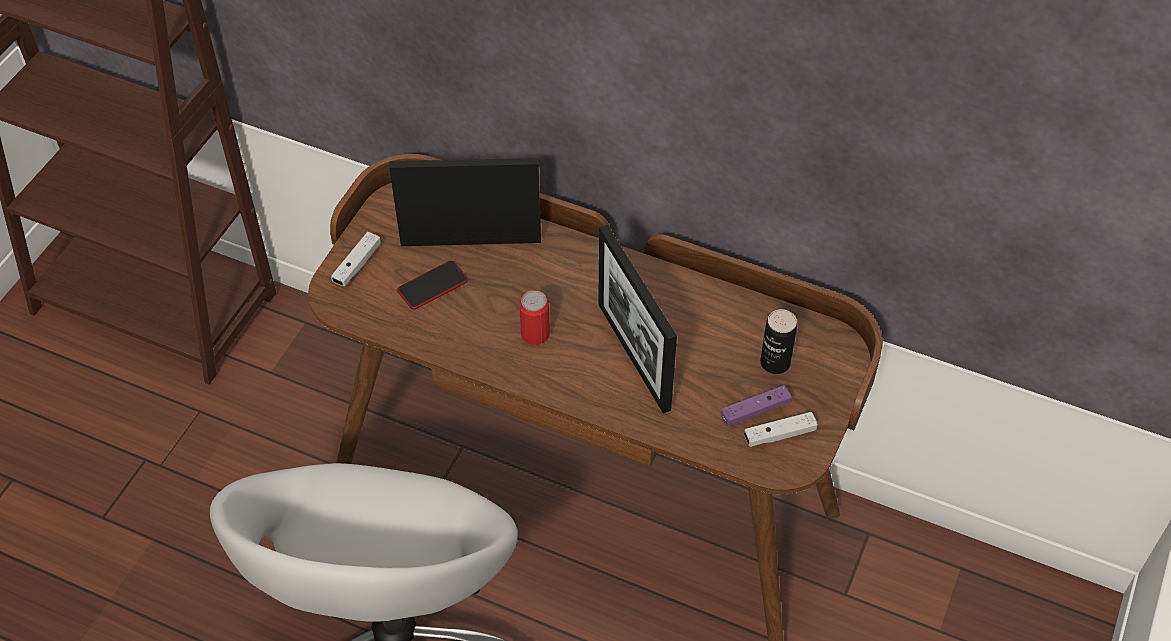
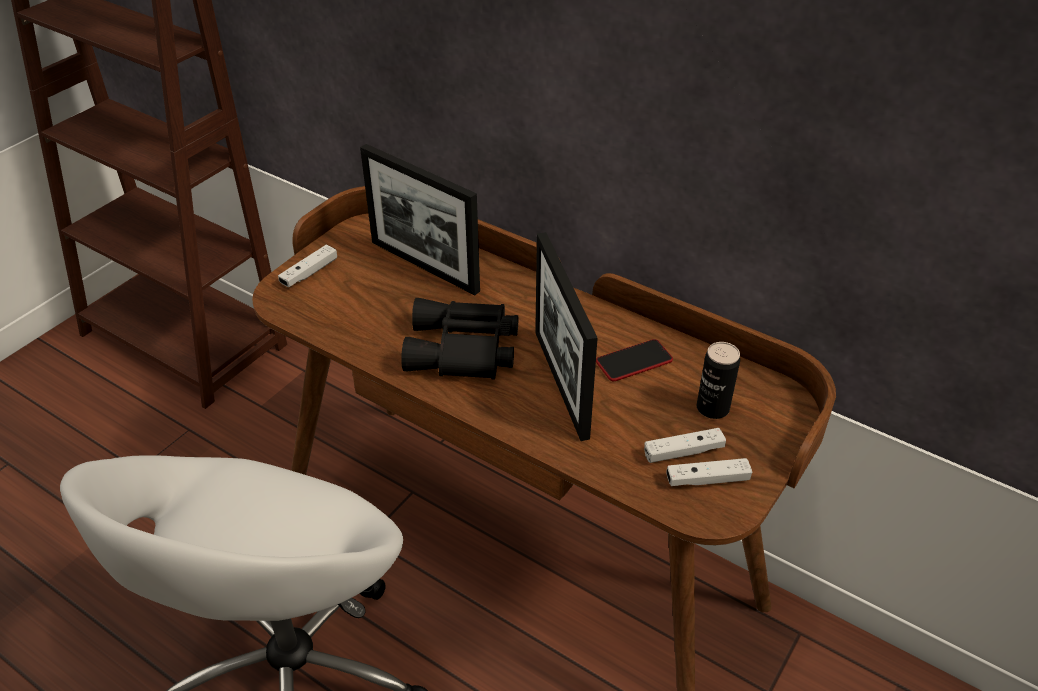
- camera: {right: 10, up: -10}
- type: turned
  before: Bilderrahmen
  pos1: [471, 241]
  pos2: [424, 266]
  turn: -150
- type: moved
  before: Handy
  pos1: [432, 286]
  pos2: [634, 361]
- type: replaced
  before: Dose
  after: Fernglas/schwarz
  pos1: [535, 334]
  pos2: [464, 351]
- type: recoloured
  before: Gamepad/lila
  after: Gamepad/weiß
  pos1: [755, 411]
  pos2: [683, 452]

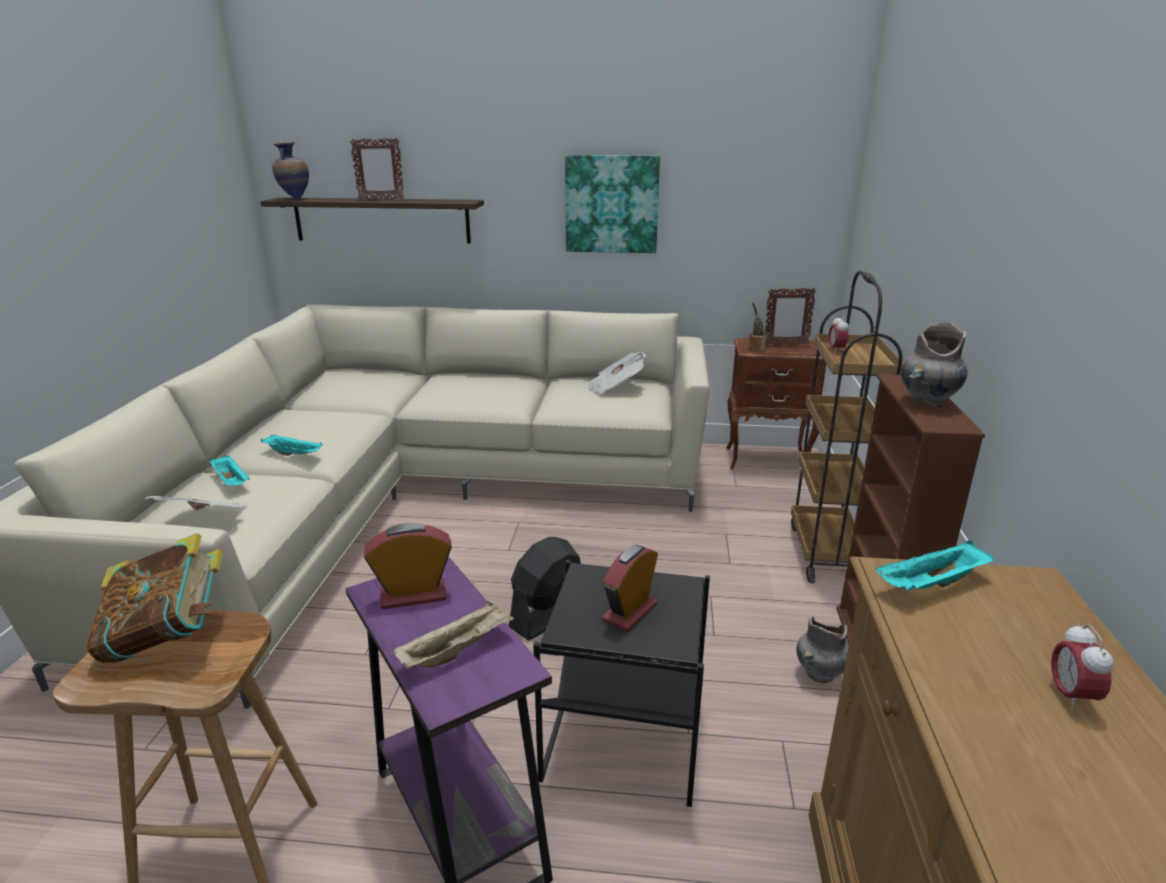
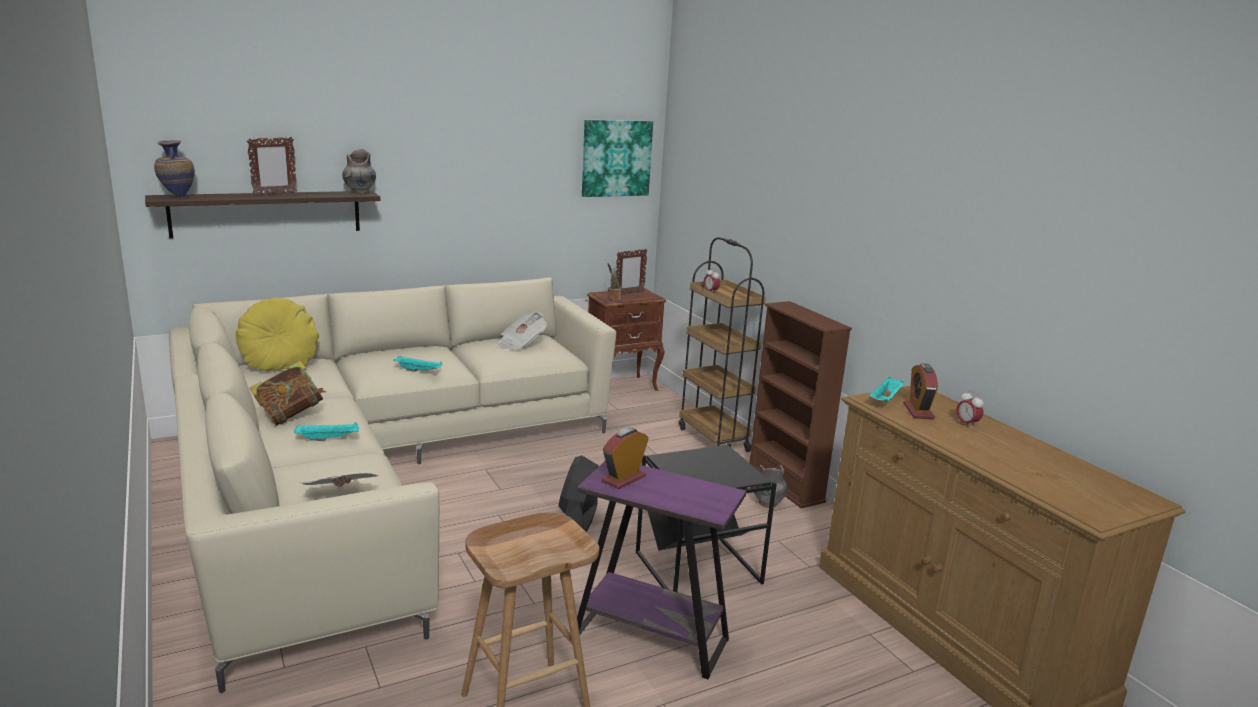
- camera: {right: -35, up: -5}
- type: moved
  before: Buch
  pos1: [168, 637]
  pos2: [290, 416]
- type: moved
  before: Tablett/türkis
  pos1: [231, 482]
  pos2: [419, 371]
- type: removed
  before: Tablett/beige
  pos1: [457, 650]
- type: moved
  before: Bild
  pos1: [611, 204]
  pos2: [616, 158]
- type: moved
  before: Wecker
  pos1: [629, 612]
  pos2: [918, 411]
- type: moved
  before: Vase/grau
  pos1: [927, 402]
  pos2: [359, 193]
- type: added
  after: Kissen/gelb
  pos2: [280, 367]

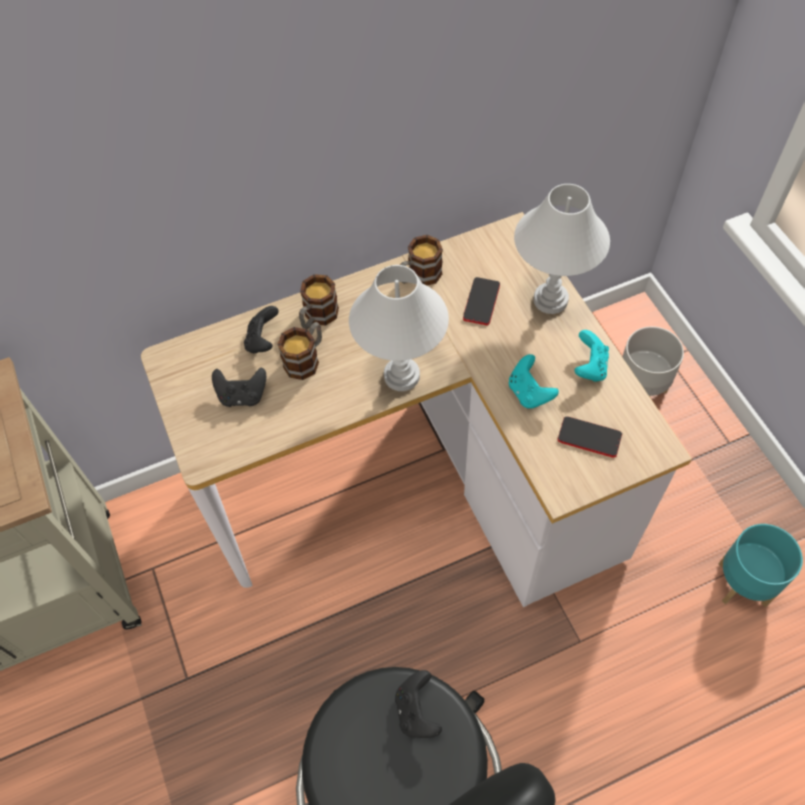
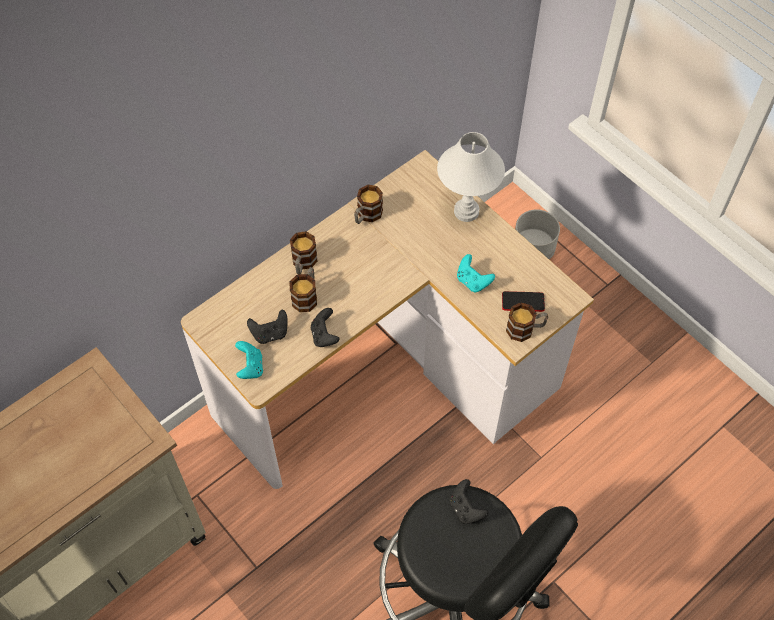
- camera: {right: -20, up: 0}
- type: moved
  before: Gamepad/schwarz
  pos1: [263, 341]
  pos2: [324, 335]
- type: removed
  before: Tischlampe/weiß
  pos1: [402, 376]
- type: removed
  before: Handy
  pos1: [481, 302]
- type: moved
  before: Gamepad/türkis
  pos1: [589, 367]
  pos2: [250, 367]
- type: removed
  before: Pflanzkübel/türkis
  pos1: [744, 584]
- type: added
  after: Henkelbecher
  pos2: [525, 329]

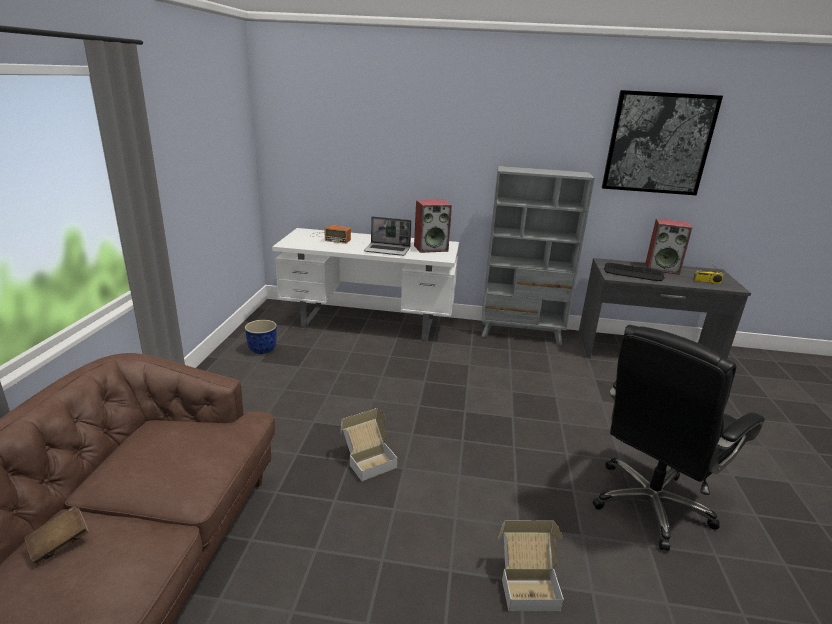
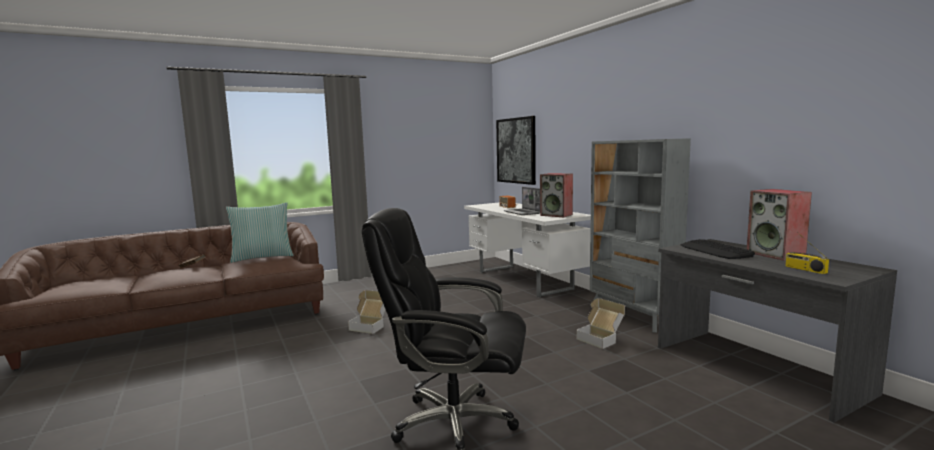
- camera: {right: 55, up: -15}
- type: removed
  before: Pflanzkübel
  pos1: [263, 350]
- type: moved
  before: Karton
  pos1: [527, 583]
  pos2: [601, 339]
- type: moved
  before: Bild
  pos1: [658, 143]
  pos2: [516, 150]
- type: added
  after: Kissen
  pos2: [262, 257]

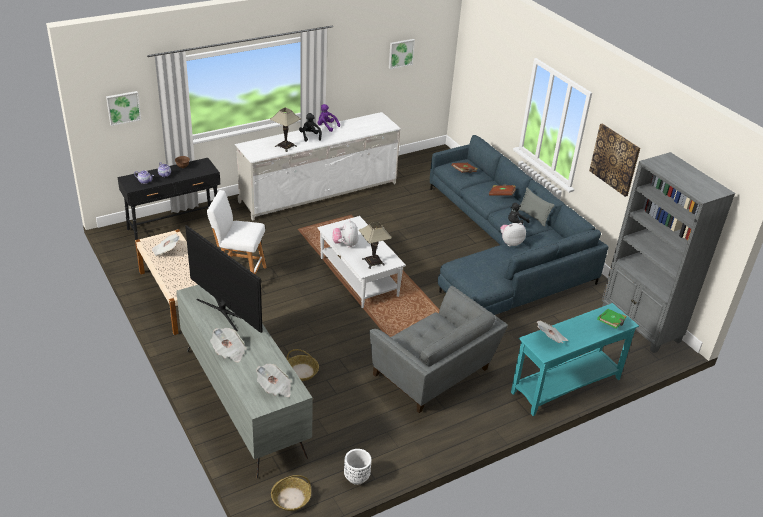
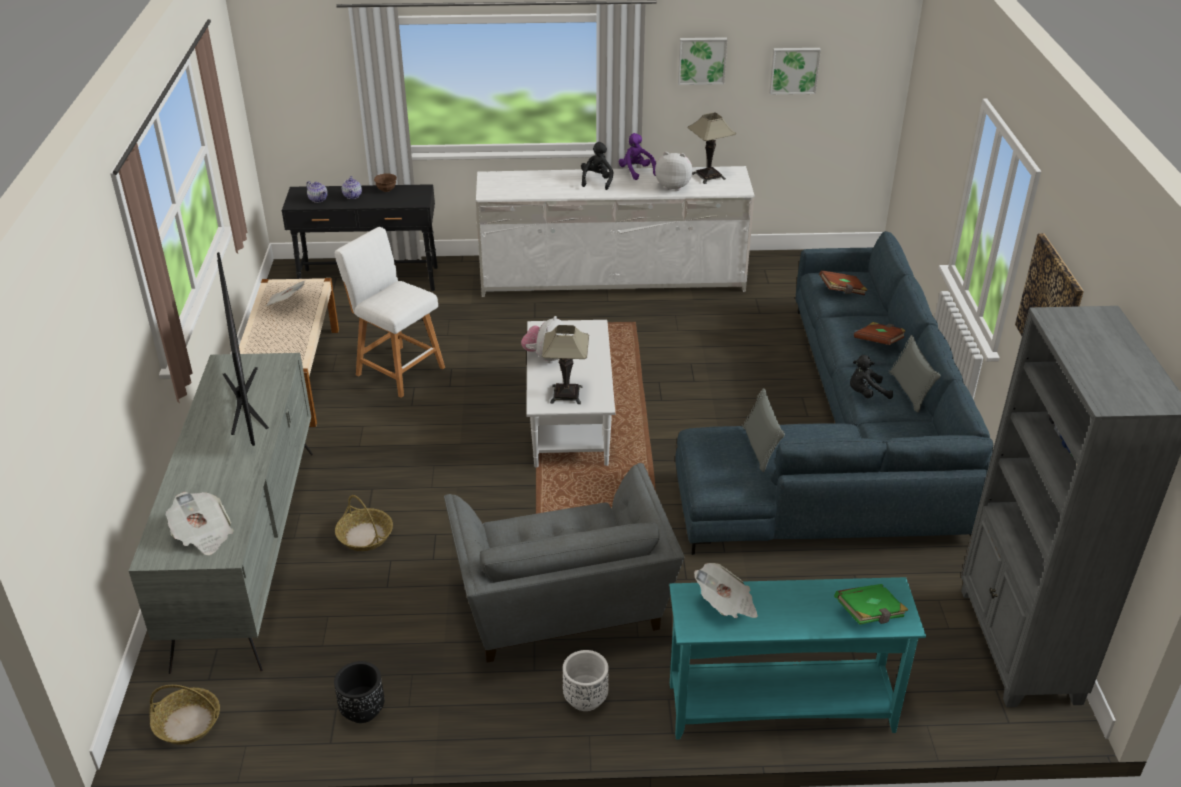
- camera: {right: 30, up: 0}
- type: moved
  before: Bild
  pos1: [123, 107]
  pos2: [702, 60]
- type: removed
  before: Zeitung
  pos1: [229, 352]
- type: moved
  before: Tischlampe
  pos1: [286, 146]
  pos2: [708, 176]
- type: moved
  before: Pflanzkübel/weiß
  pos1: [356, 477]
  pos2: [585, 699]
- type: moved
  before: Plüschtier
  pos1: [510, 242]
  pos2: [673, 186]
- type: added
  after: Pflanzkübel/schwarz
  pos2: [362, 710]
- type: added
  after: Kissen/grau
  pos2: [761, 448]

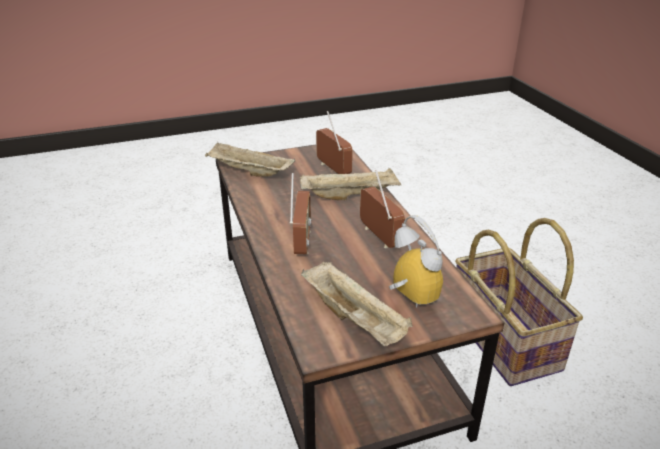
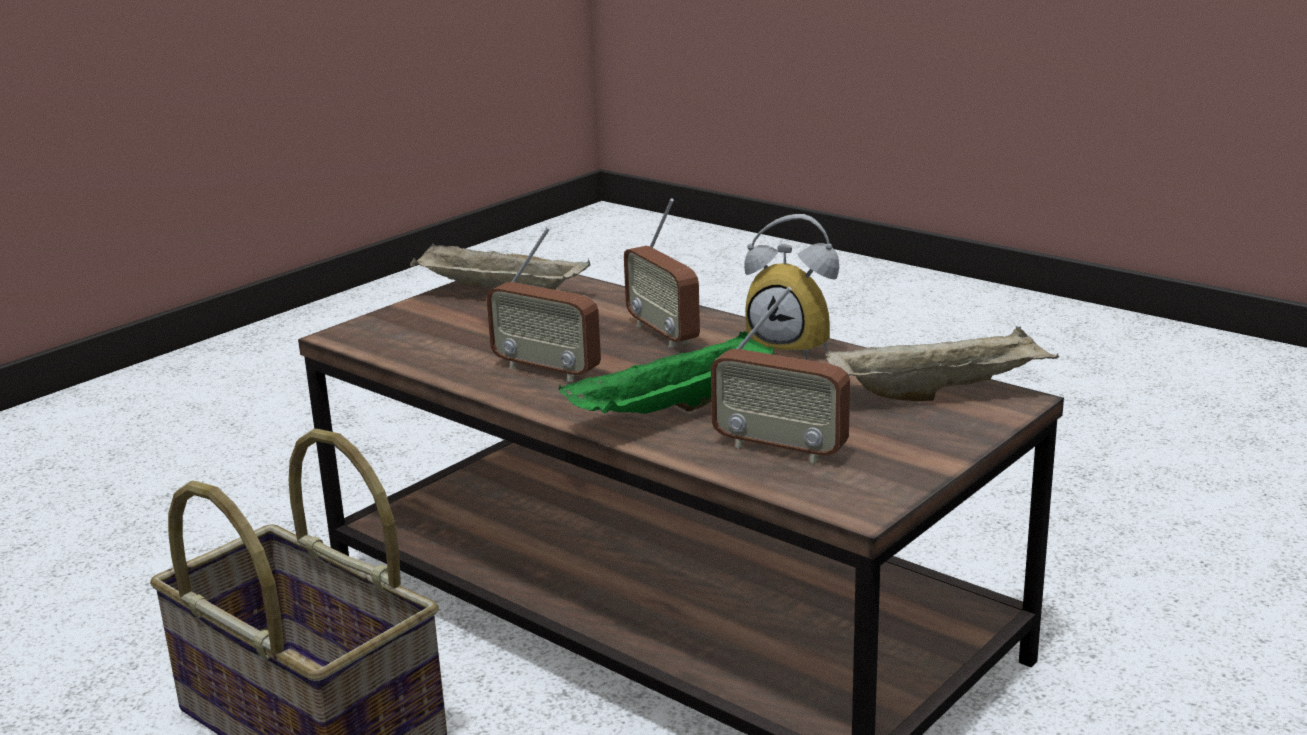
- camera: {right: 150, up: -10}
- type: recoloured
  before: Tablett/beige
  after: Tablett/grün
  pos1: [350, 196]
  pos2: [671, 411]
- type: moved
  before: Wecker
  pos1: [407, 298]
  pos2: [795, 346]

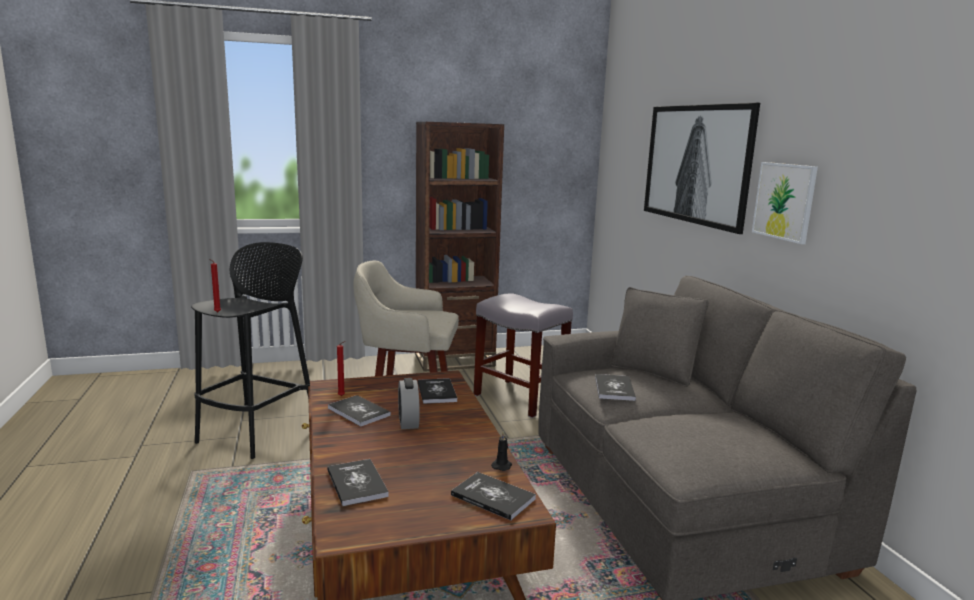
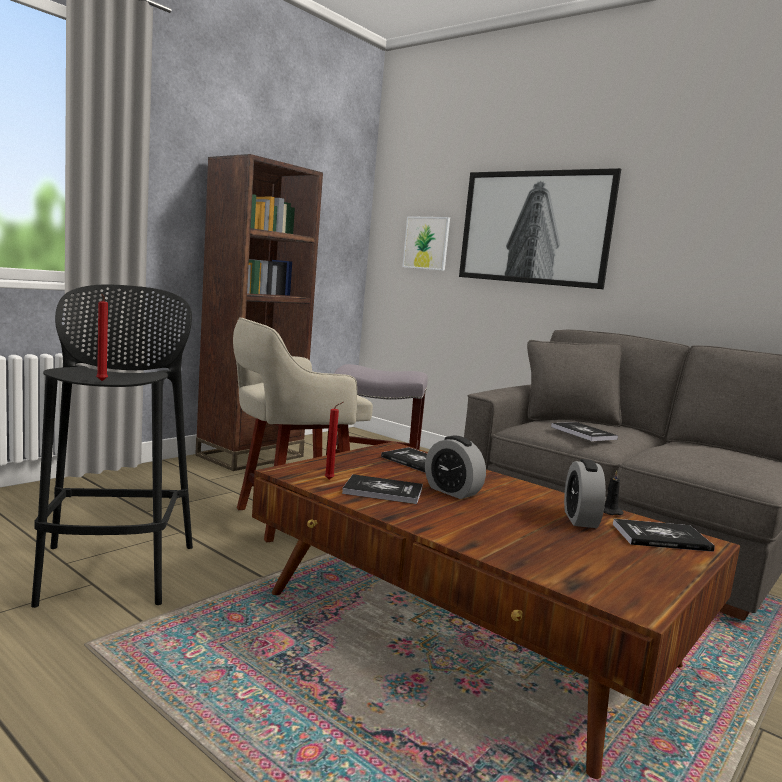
- camera: {right: -35, up: -5}
- type: removed
  before: Buch
  pos1: [357, 483]
- type: moved
  before: Bild
  pos1: [784, 201]
  pos2: [426, 243]
- type: added
  after: Wecker
  pos2: [580, 519]

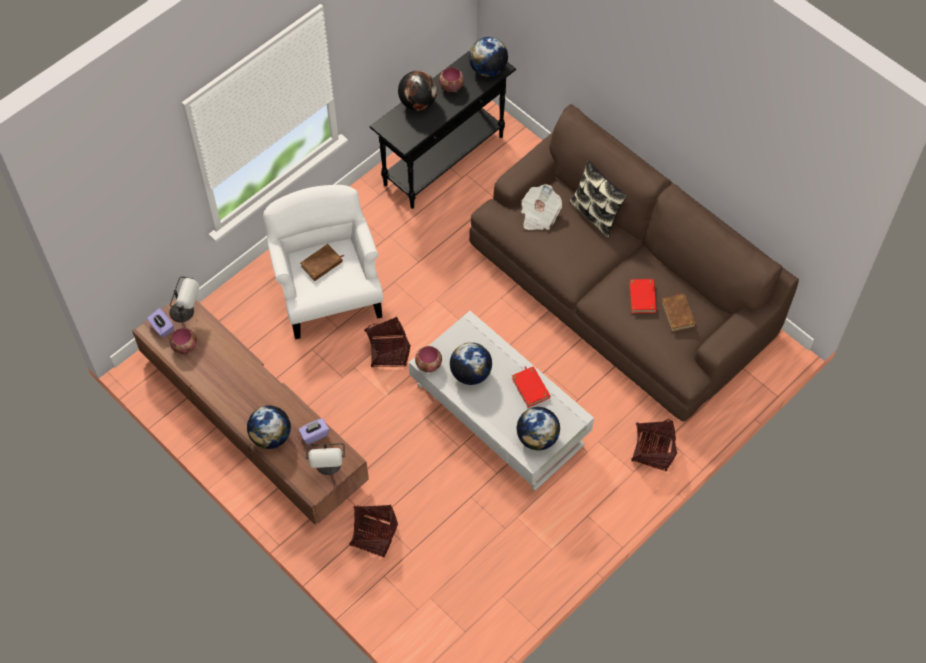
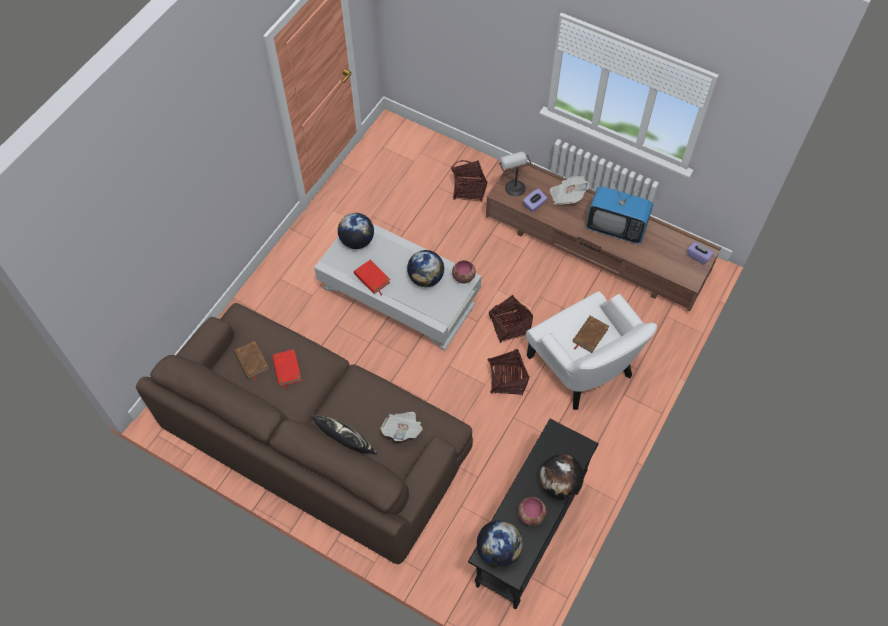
- camera: {right: 165, up: 0}
- type: removed
  before: Tischlampe
  pos1: [187, 312]
- type: removed
  before: Schüssel
  pos1: [185, 346]
- type: replaced
  before: Globus
  after: Zeitung
  pos1: [271, 436]
  pos2: [567, 196]
- type: moved
  before: Korb
  pos1: [653, 451]
  pos2: [506, 380]
- type: added
  after: Fernseher
  pos2: [616, 228]

